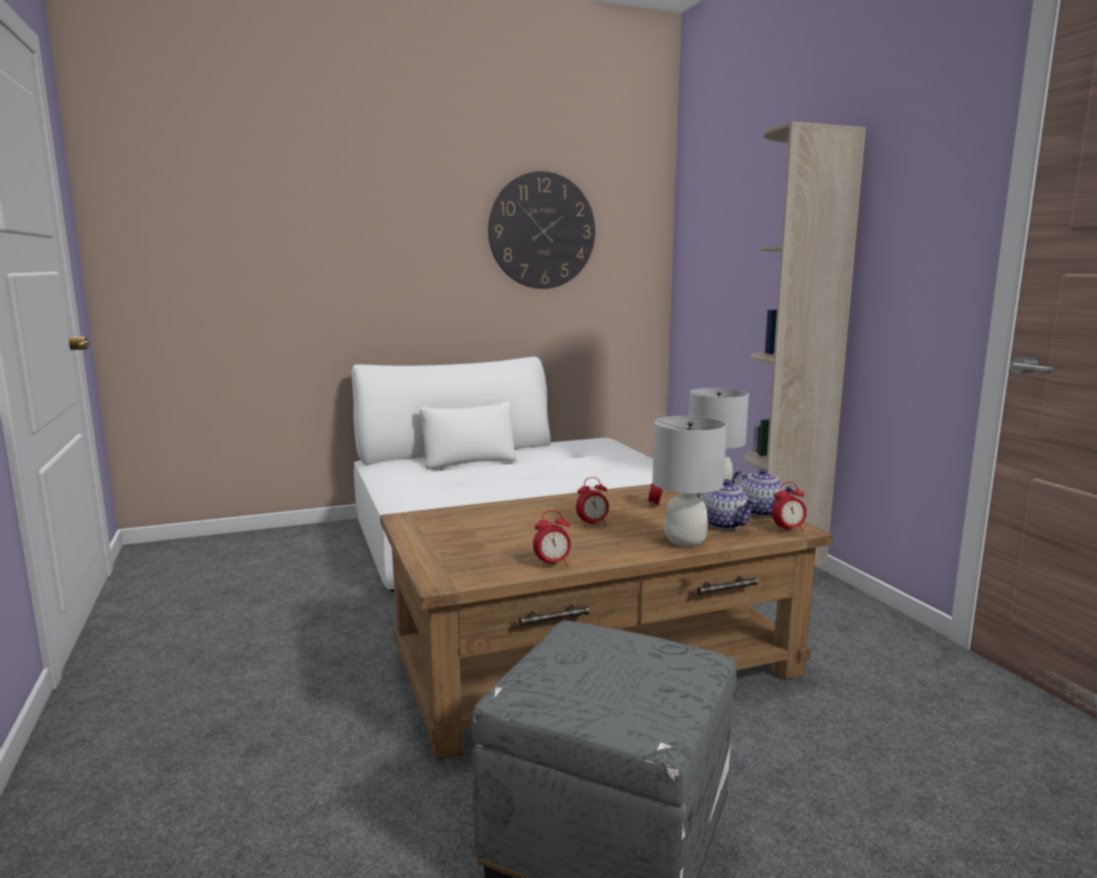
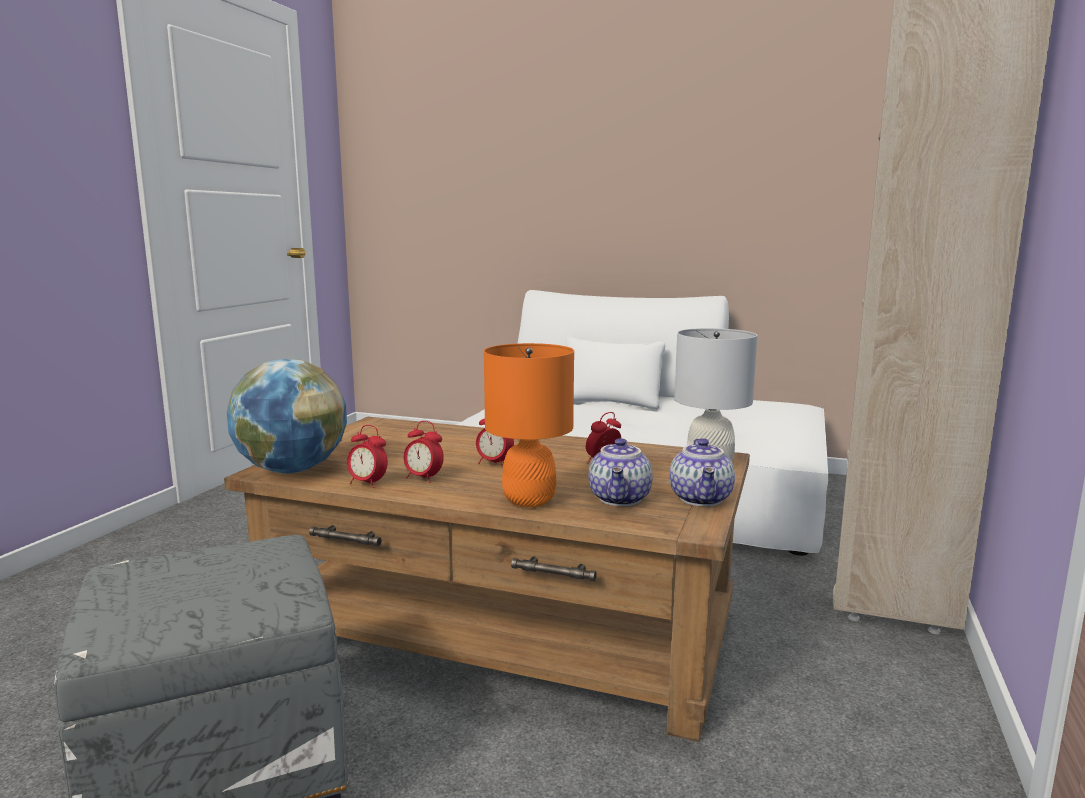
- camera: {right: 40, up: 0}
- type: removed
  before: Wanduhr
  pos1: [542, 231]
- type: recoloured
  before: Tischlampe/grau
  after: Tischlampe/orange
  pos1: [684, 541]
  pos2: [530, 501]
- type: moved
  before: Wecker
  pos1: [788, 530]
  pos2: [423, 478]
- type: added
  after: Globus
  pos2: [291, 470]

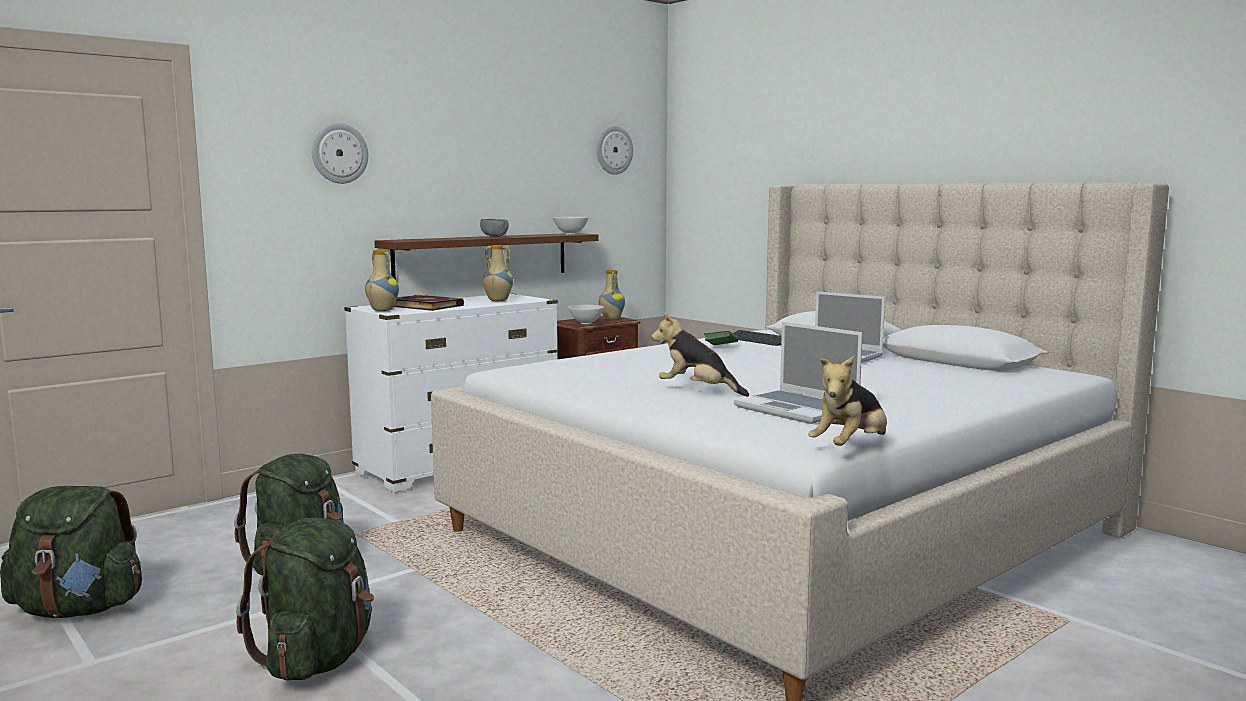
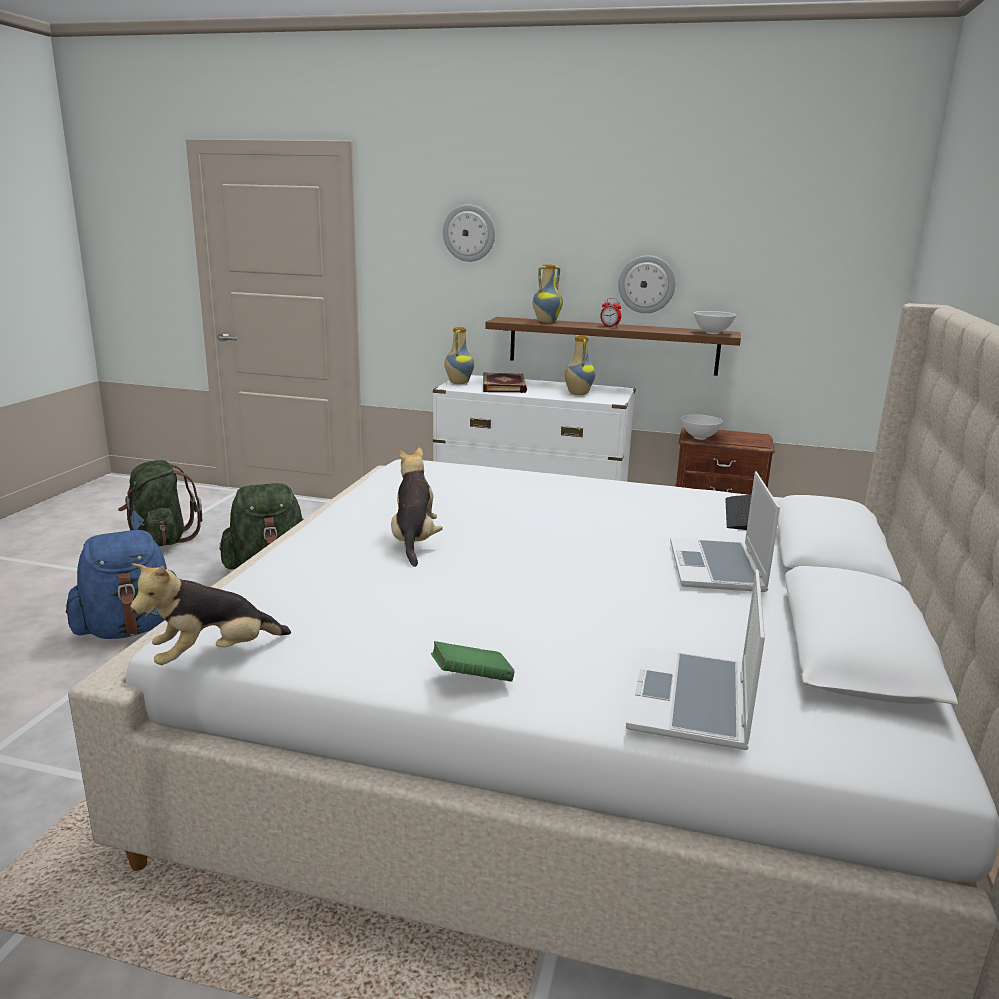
- camera: {right: 55, up: 10}
- type: recoloured
  before: Rucksack/grün
  after: Rucksack/blau
  pos1: [318, 659]
  pos2: [131, 629]
- type: replaced
  before: Schüssel/grau
  after: Wecker
  pos1: [495, 236]
  pos2: [610, 326]
- type: moved
  before: Wanduhr
  pos1: [613, 150]
  pos2: [646, 284]
- type: moved
  before: Vase
  pos1: [611, 319]
  pos2: [546, 321]
- type: moved
  before: Buch/grün
  pos1: [720, 348]
  pos2: [471, 679]
- type: moved
  before: Laptop
  pos1: [798, 409]
  pos2: [692, 702]
- type: turned
  before: Plüschtier
  pos1: [850, 447]
  pos2: [213, 656]
  turn: -45

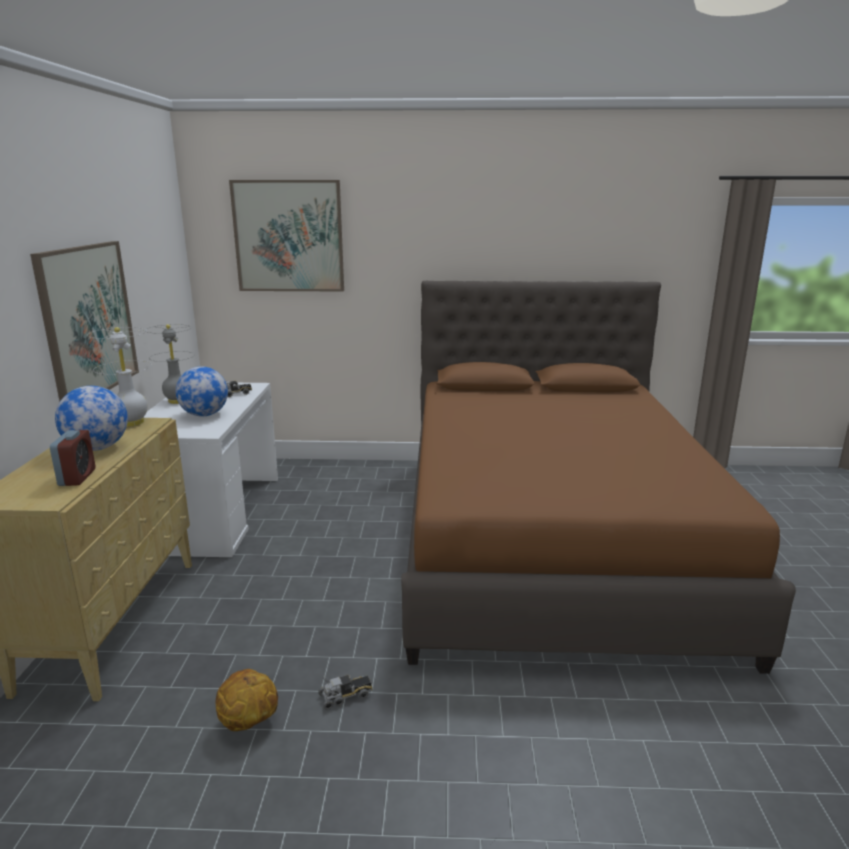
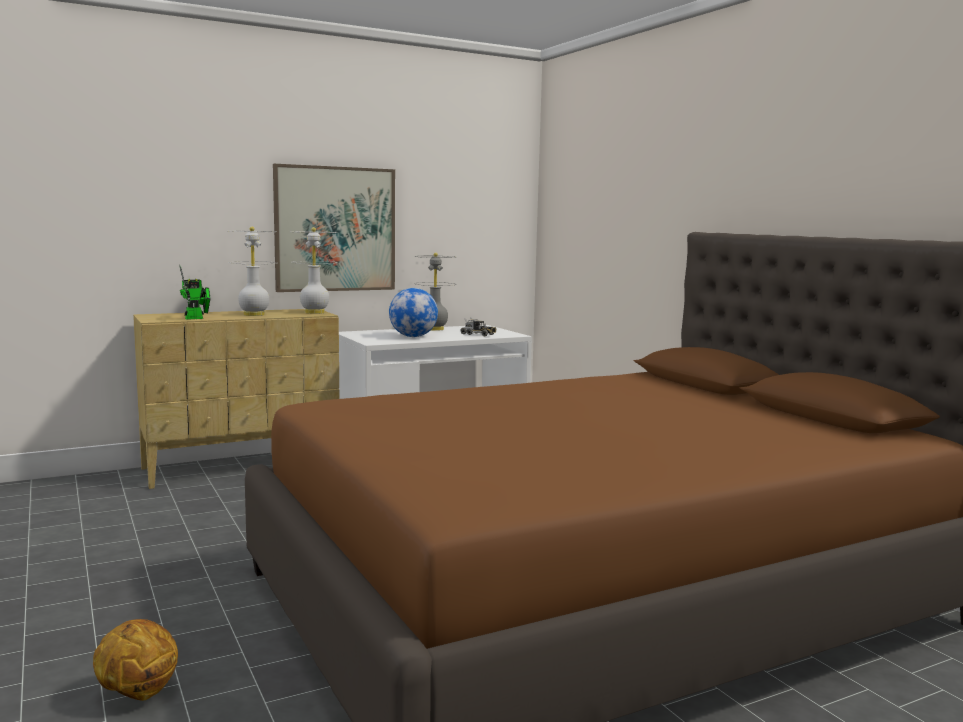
- camera: {right: 60, up: -10}
- type: replaced
  before: Wecker
  after: Spielzeugroboter
  pos1: [77, 477]
  pos2: [197, 318]
- type: replaced
  before: Globus
  after: Tischlampe/weiß
  pos1: [97, 448]
  pos2: [253, 314]
- type: moved
  before: Basketball
  pos1: [248, 722]
  pos2: [137, 693]
- type: removed
  before: Bild
  pos1: [288, 236]
- type: removed
  before: Spielzeuglaster
  pos1: [346, 696]

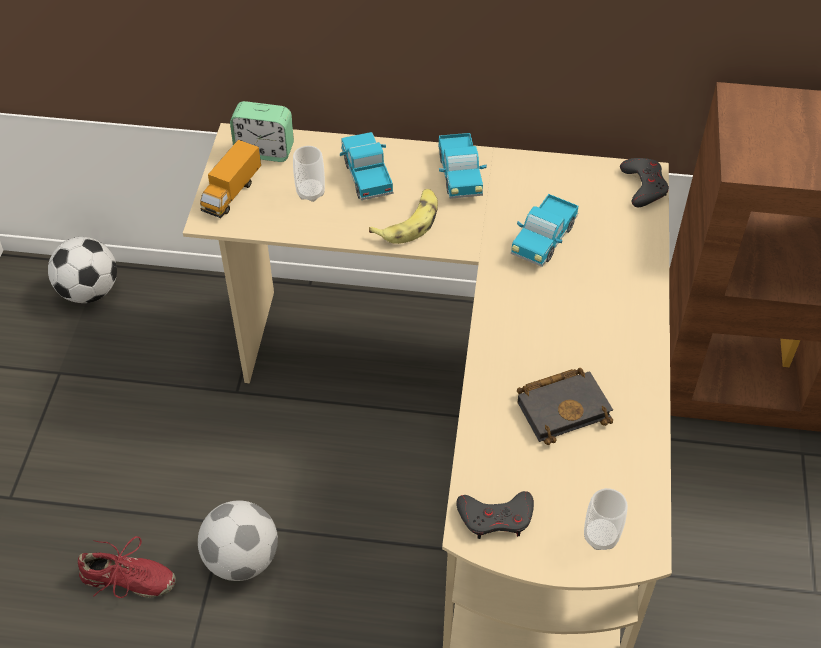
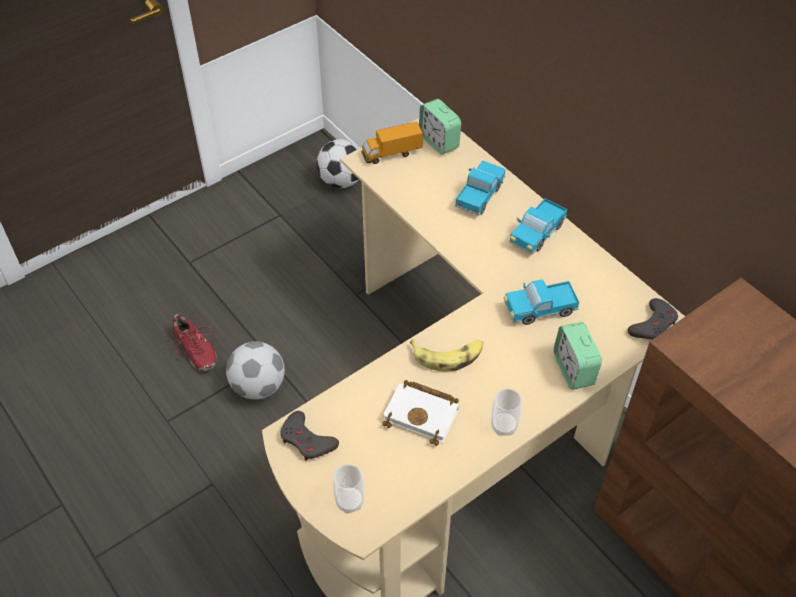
- camera: {right: 45, up: 0}
- type: moved
  before: Tasse
  pos1: [310, 193]
  pos2: [504, 426]
- type: moved
  before: Banane
  pos1: [409, 222]
  pos2: [448, 355]
- type: recoloured
  before: Buch/schwarz
  after: Buch/weiß
  pos1: [564, 407]
  pos2: [423, 414]
- type: added
  after: Wecker
  pos2: [573, 370]

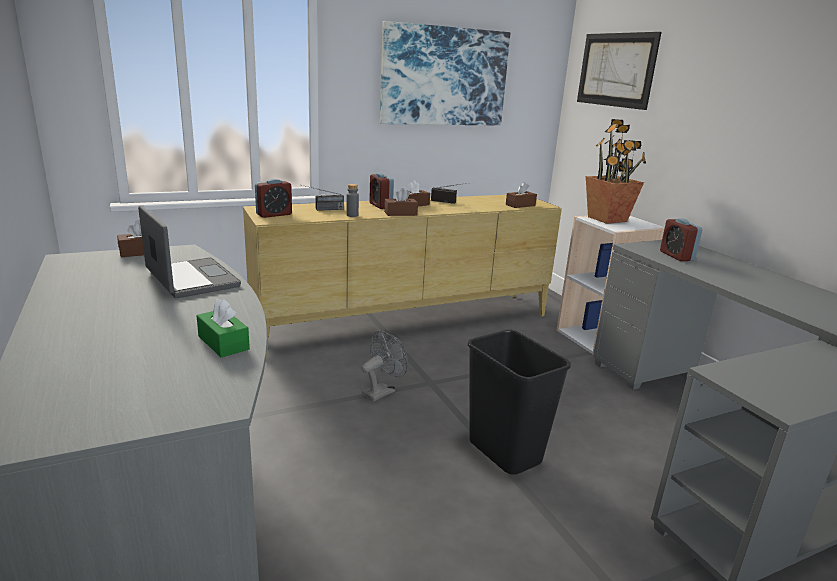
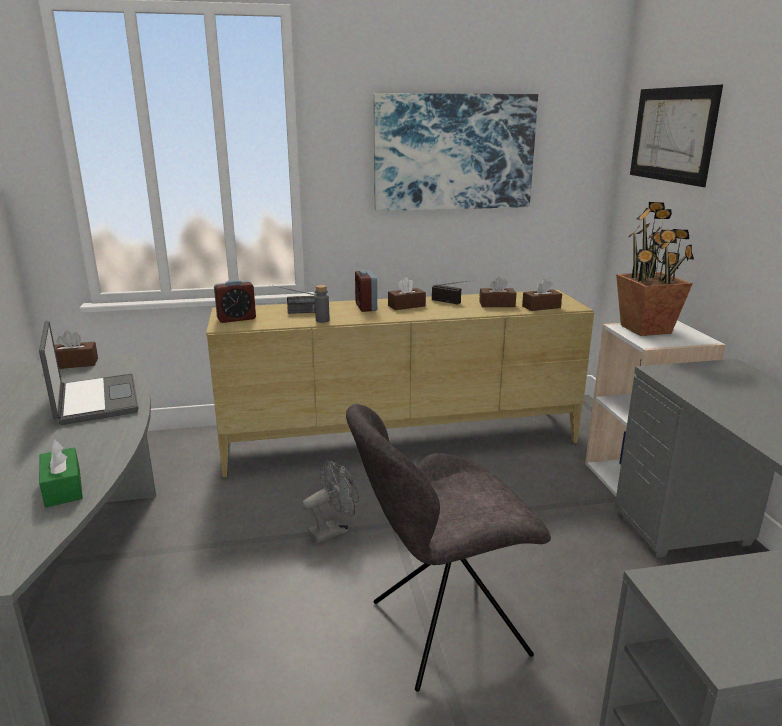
- camera: {right: 15, up: 0}
- type: moved
  before: Taschentuchbox/braun
  pos1: [400, 213]
  pos2: [497, 304]
- type: replaced
  before: Mülleimer/schwarz
  after: Stuhl/grau
  pos1: [503, 452]
  pos2: [442, 629]
- type: removed
  before: Wecker
  pos1: [676, 256]

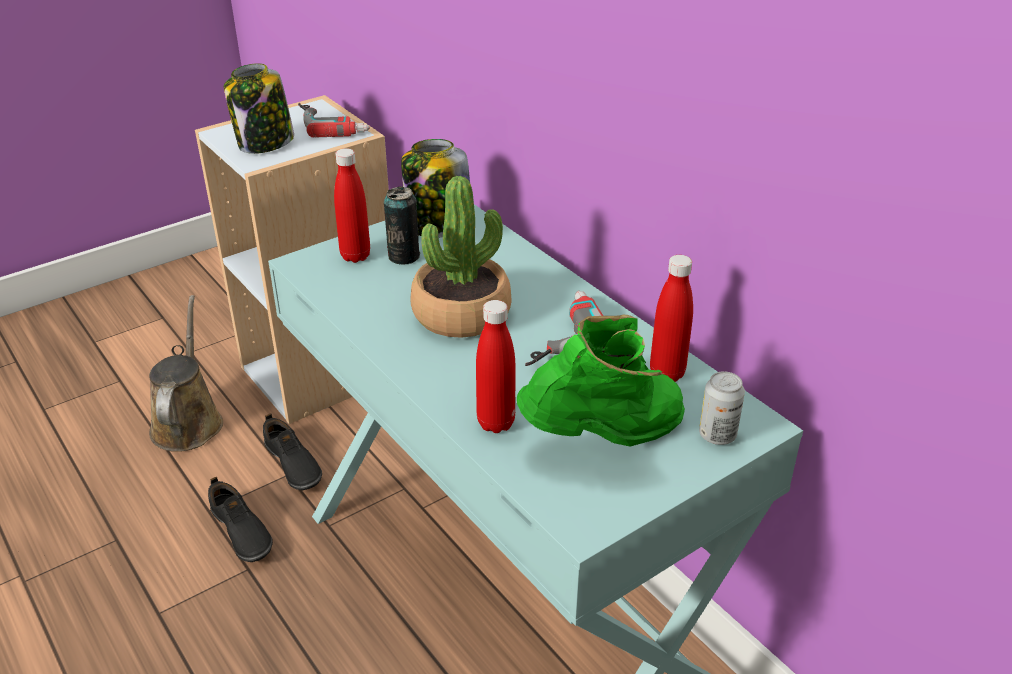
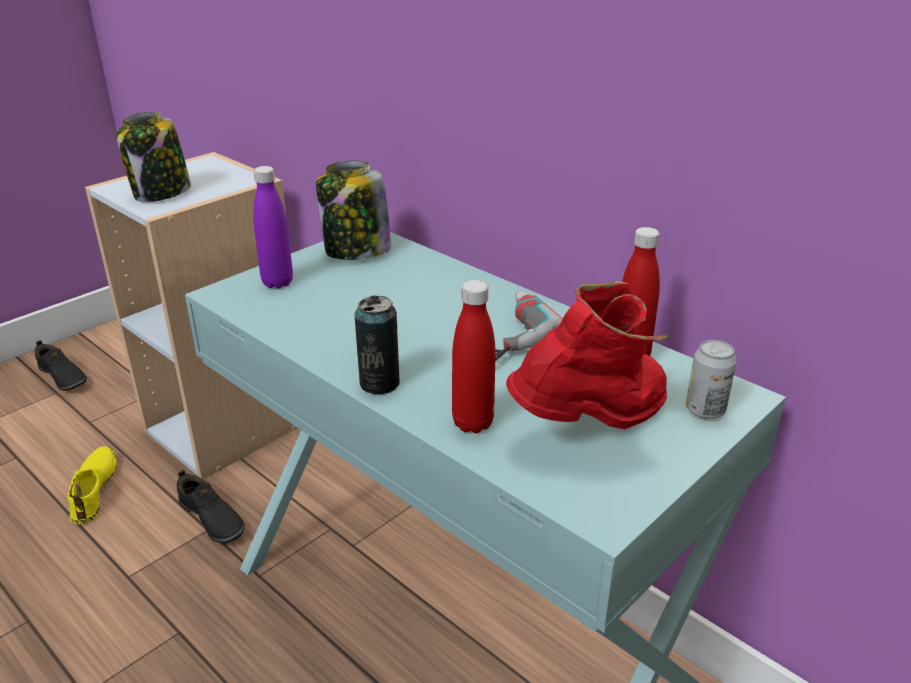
- camera: {right: -10, up: -5}
- type: replaced
  before: Gießkanne/braun
  after: Schuh/gelb
  pos1: [188, 421]
  pos2: [95, 489]
- type: moved
  before: Schuh/schwarz
  pos1: [240, 532]
  pos2: [62, 377]
- type: removed
  before: Bohrmaschine
  pos1: [333, 123]
- type: recoloured
  before: Flasche/rot
  after: Flasche/lila
  pos1: [355, 256]
  pos2: [277, 282]
- type: moved
  before: Dose
  pos1: [404, 256]
  pos2: [379, 383]
- type: removed
  before: Topfpflanze
  pos1: [461, 314]
- type: recoloured
  before: Stiefel/grün
  after: Stiefel/rot
  pos1: [605, 438]
  pos2: [593, 425]

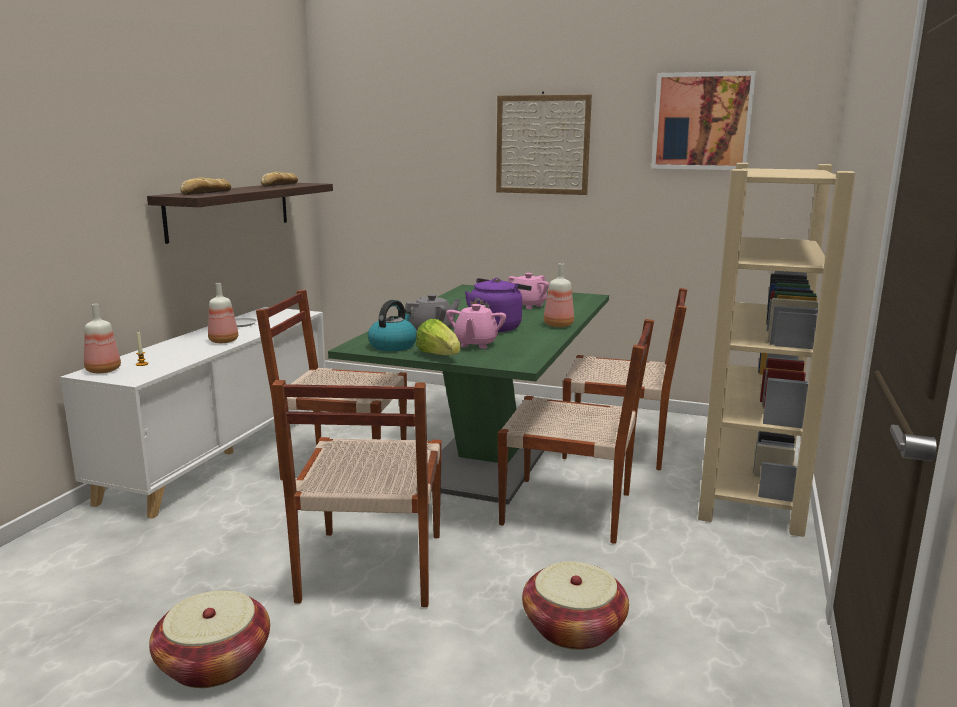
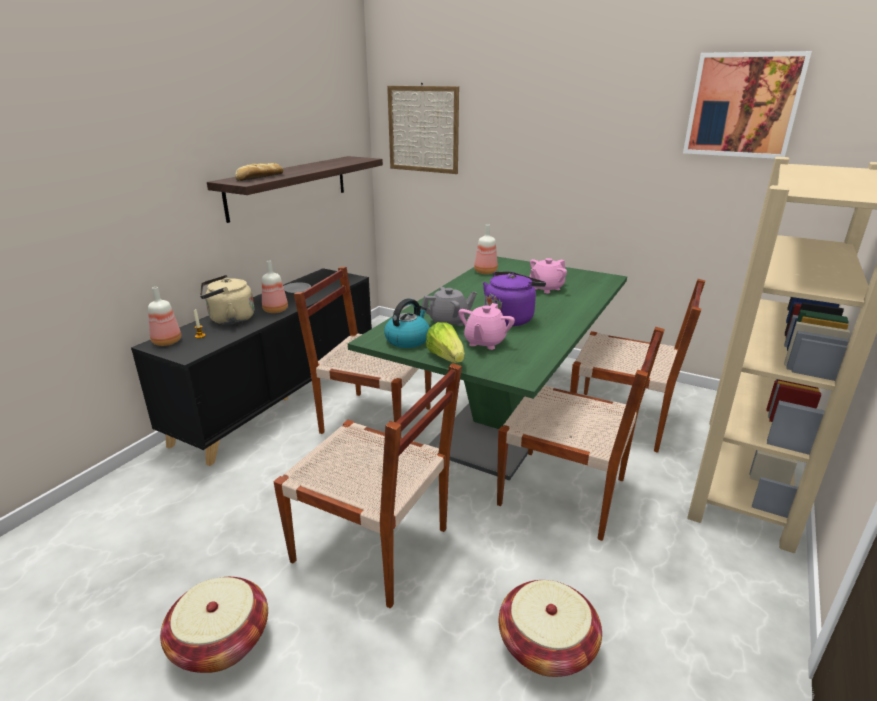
- camera: {right: 10, up: 10}
- type: recoloured
  before: Schrank/weiß
  after: Schrank/schwarz
  pos1: [223, 451]
  pos2: [280, 397]
- type: removed
  before: Brot
  pos1: [279, 185]
- type: turned
  before: Stuhl
  pos1: [371, 571]
  pos2: [374, 548]
  turn: -75
- type: moved
  before: Bild
  pos1: [542, 143]
  pos2: [423, 128]
- type: moved
  before: Flasche
  pos1: [557, 325]
  pos2: [484, 272]
- type: added
  after: Wasserkessel/beige
  pos2: [229, 319]

